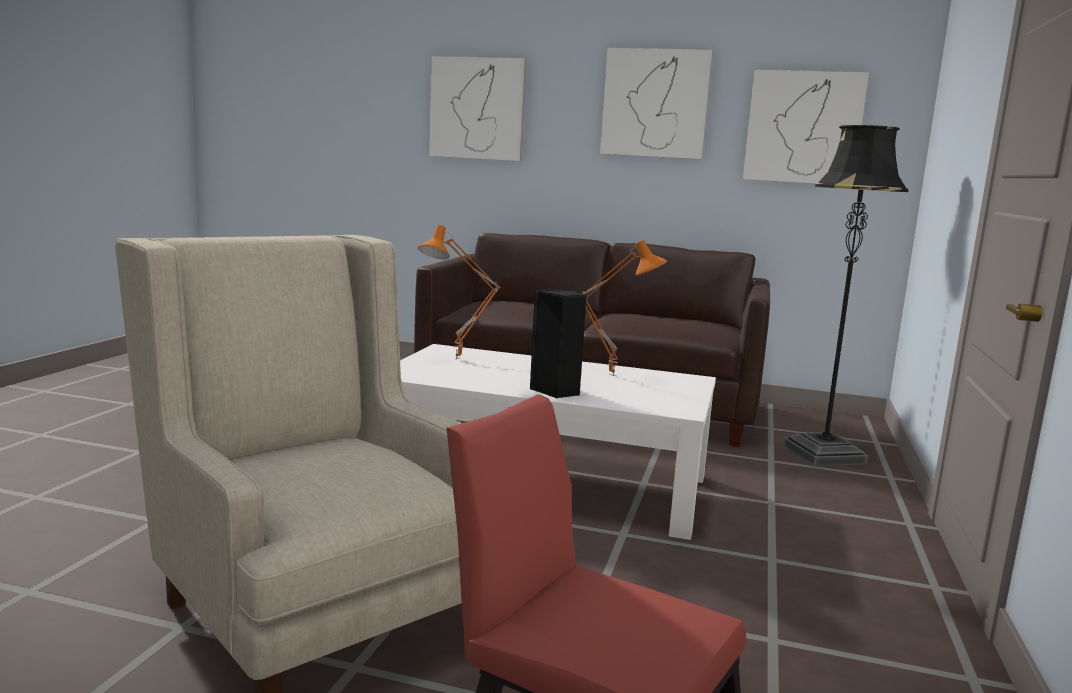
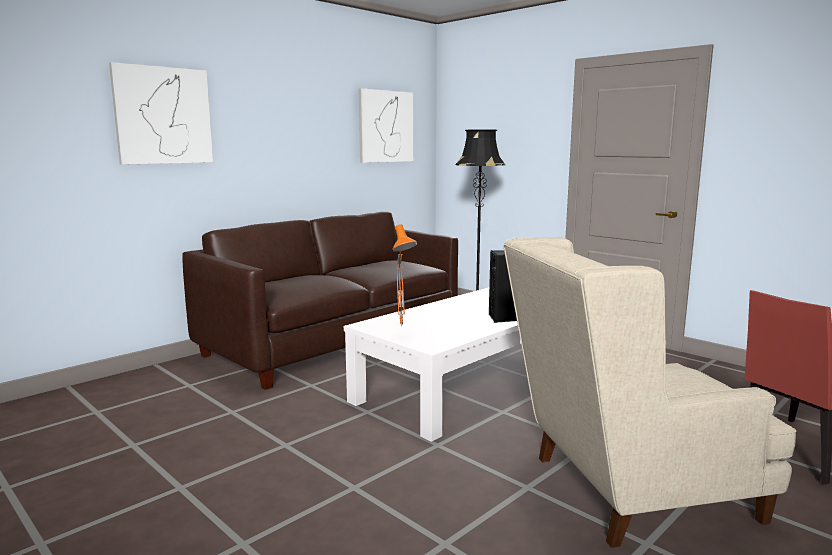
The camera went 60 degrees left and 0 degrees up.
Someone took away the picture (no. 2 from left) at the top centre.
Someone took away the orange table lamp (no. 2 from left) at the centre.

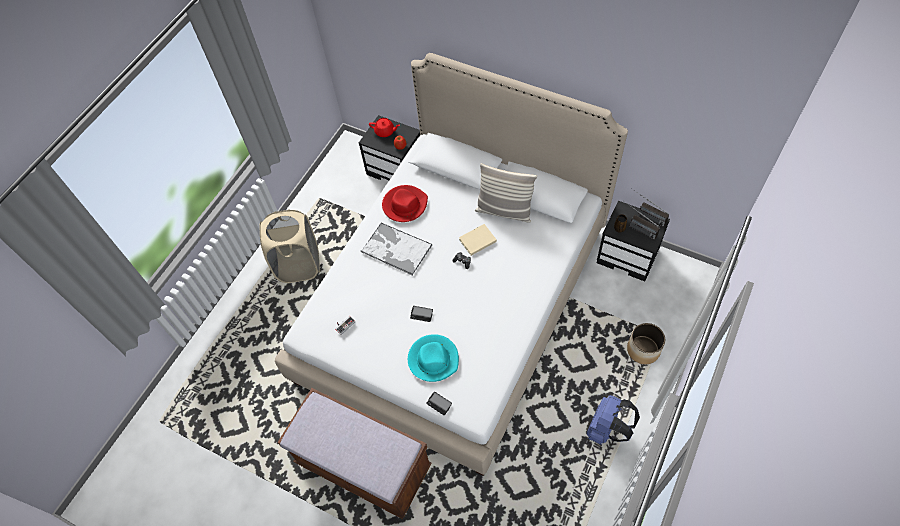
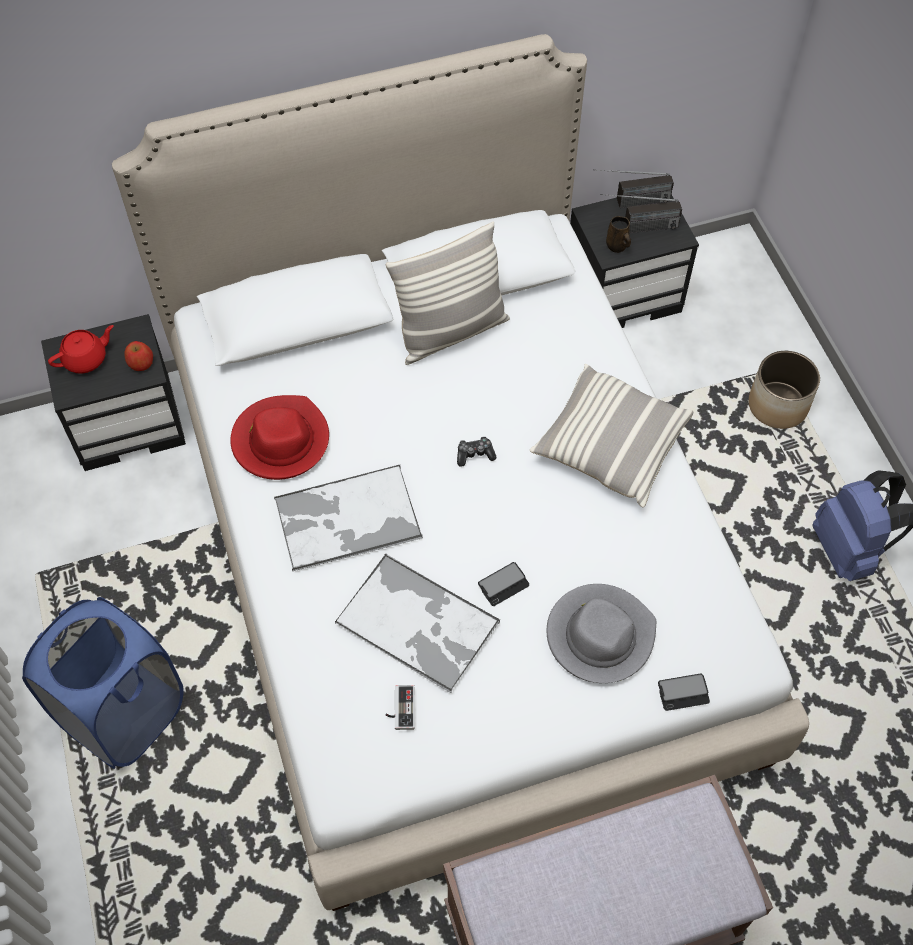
The camera went 50 degrees left and 0 degrees up.
Someone repainted the beige laundry basket at the middle left, which became the blue laundry basket at the bottom left.
Someone took away the beige book at the centre.
Someone repainted the turquoise hat at the bottom centre, which became the grey hat at the bottom centre.
Someone put down the pillow (no. 2 from left) at the middle right.
Someone put down the tray (no. 2 from left) at the centre.

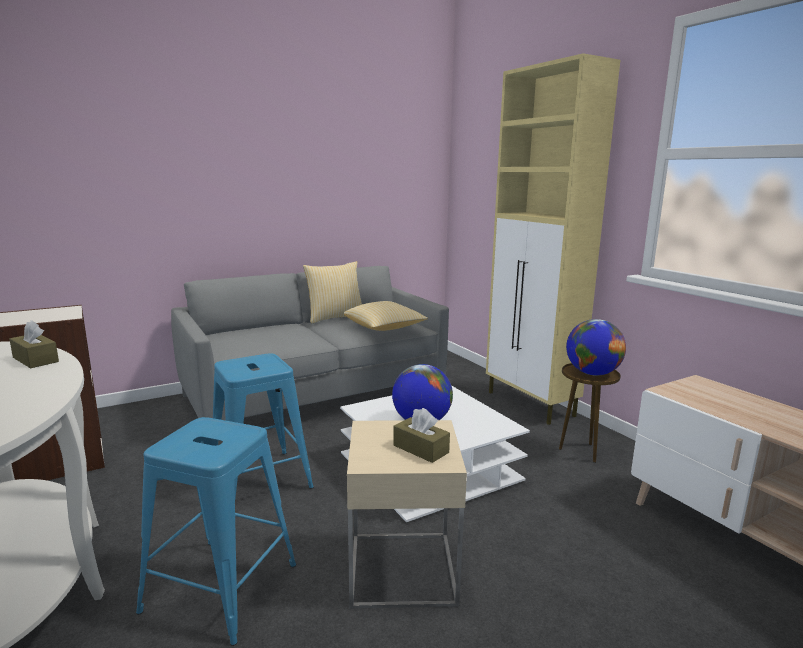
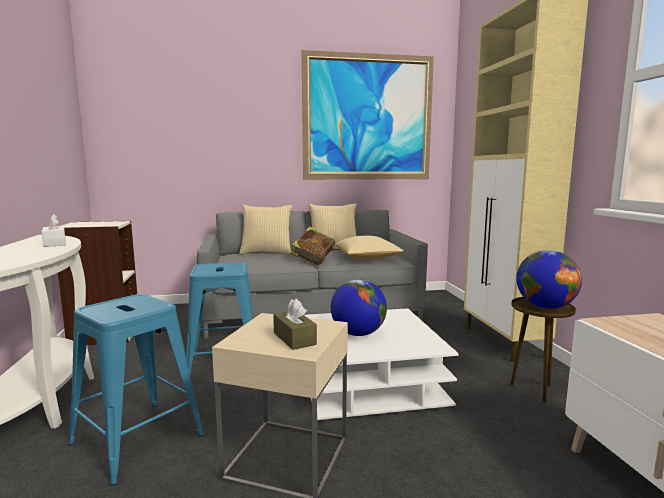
The camera went 20 degrees right and 5 degrees down.
Someone repainted the brown tissue box (no. 1 from left) at the middle left, which became the white tissue box at the middle left.
Someone put up the picture at the top centre.
Someone put down the pillow (no. 1 from left) at the centre.
Someone put down the book at the centre.

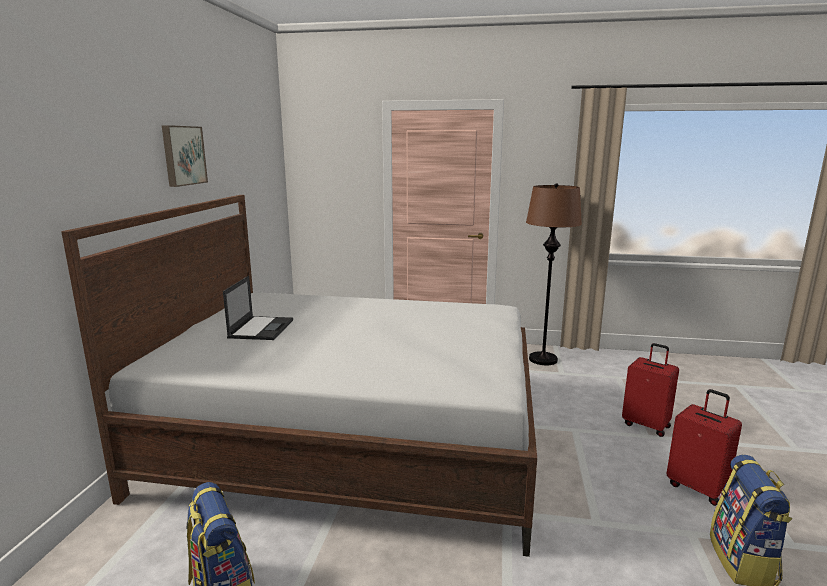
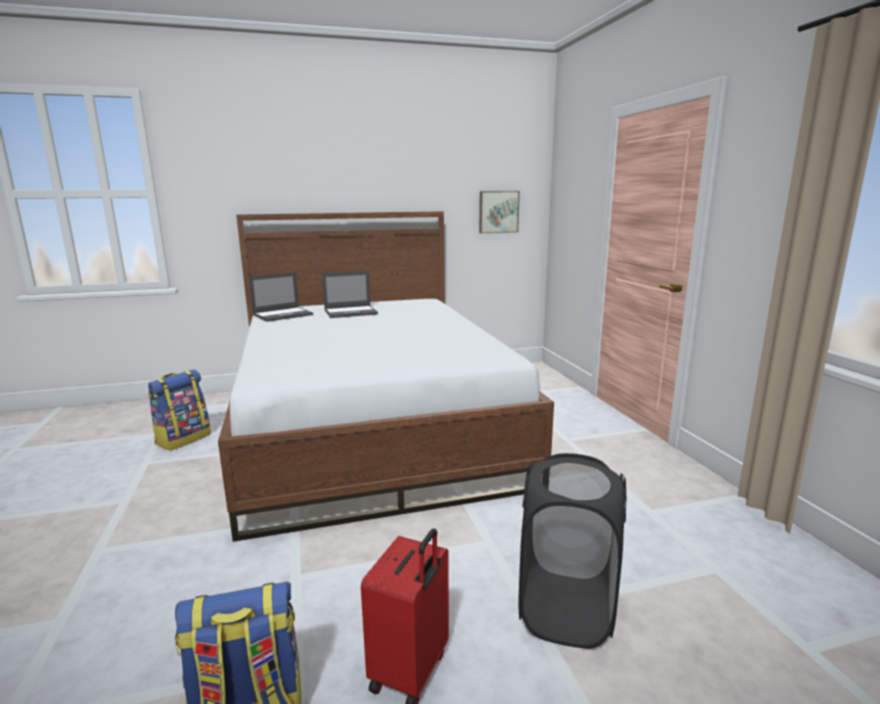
The camera went 65 degrees right and 0 degrees up.
Someone carried the picture from the top left to the top centre.
Someone took away the brown floor lamp at the middle right.
Someone swapped the red suitcase (no. 1 from left) at the middle right for the black laundry basket at the bottom centre.
Someone put down the laptop (no. 1 from left) at the middle left.

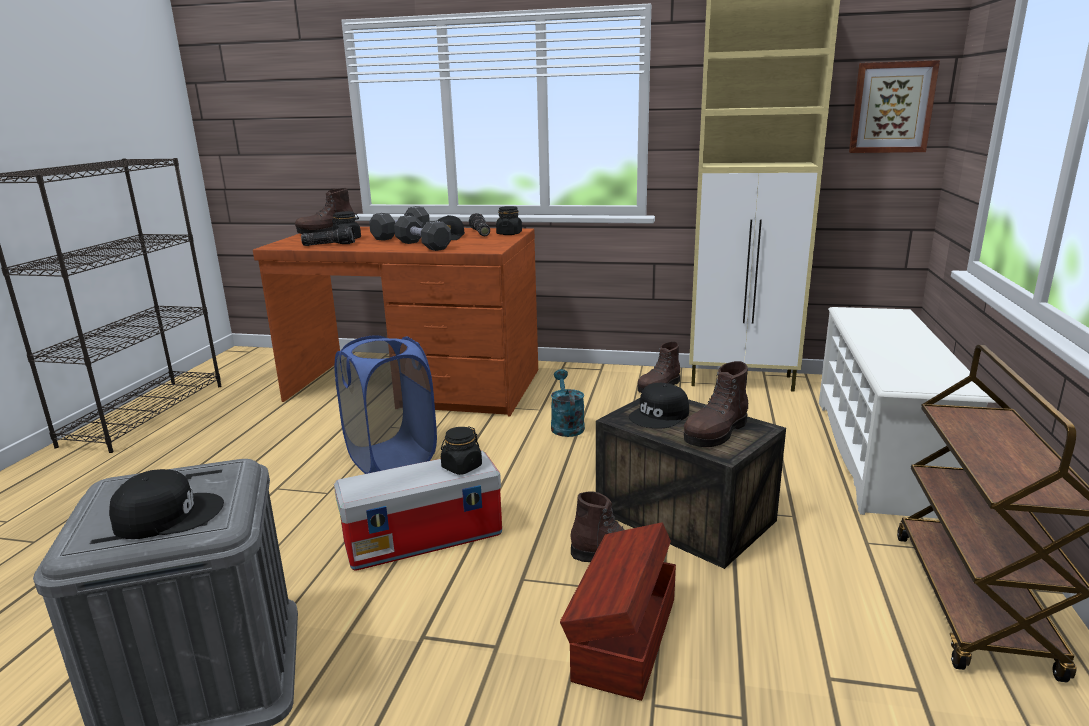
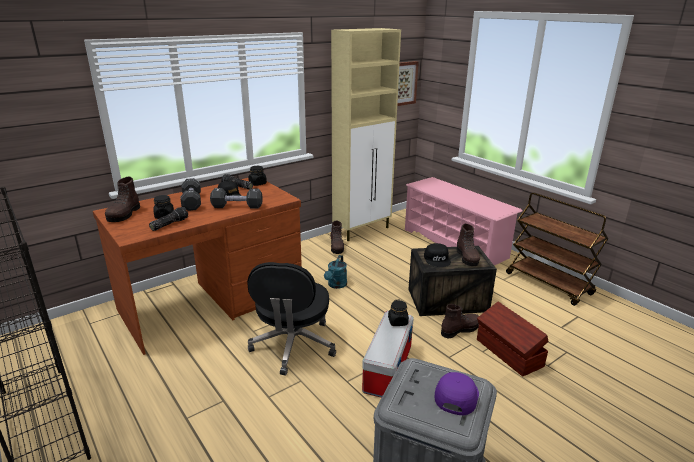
The camera went 50 degrees left and 5 degrees up.
Someone repainted the white shoe rack at the middle right, which became the pink shoe rack at the middle right.
Someone swapped the blue laundry basket at the centre for the black office chair at the bottom centre.
Someone rotated the turquoise watering can at the centre by 105 degrees counterclockwise.
Someone repainted the black cap (no. 1 from left) at the bottom left, which became the purple cap at the bottom centre.

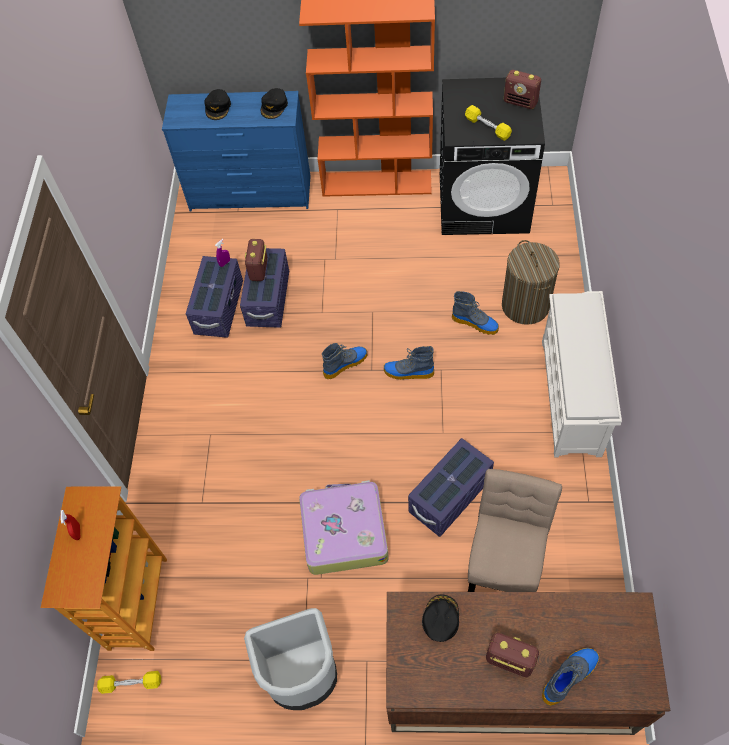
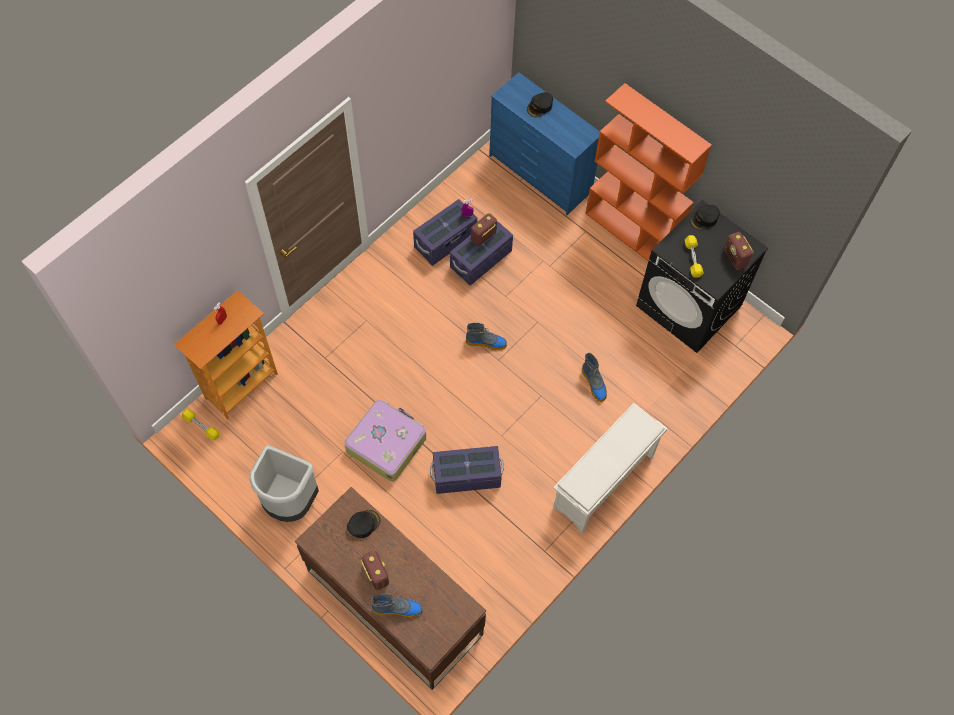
The camera went 35 degrees right and 5 degrees up.
Someone carried the black cap (no. 2 from left in the first image) from the top centre to the top right.
Someone took away the laundry basket at the middle right.
Someone took away the boot (no. 2 from left) at the centre.
Someone took away the beige chair at the bottom right.

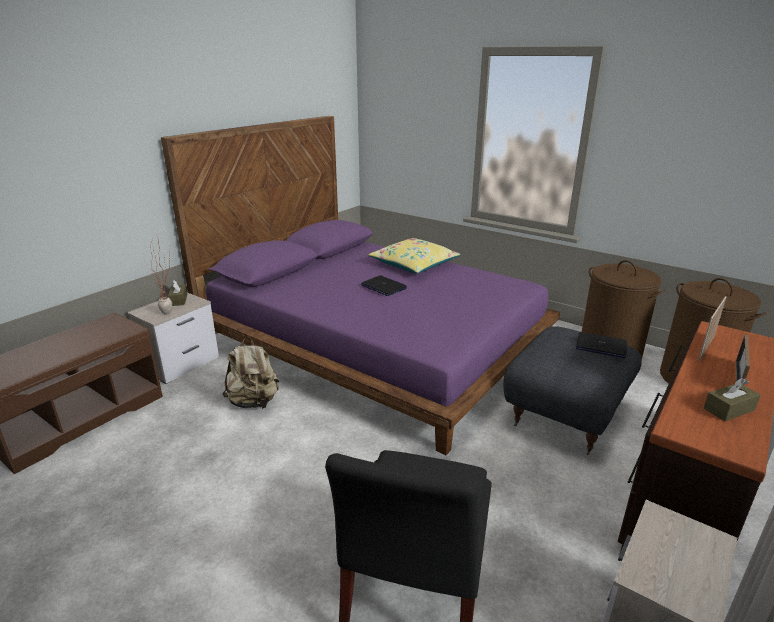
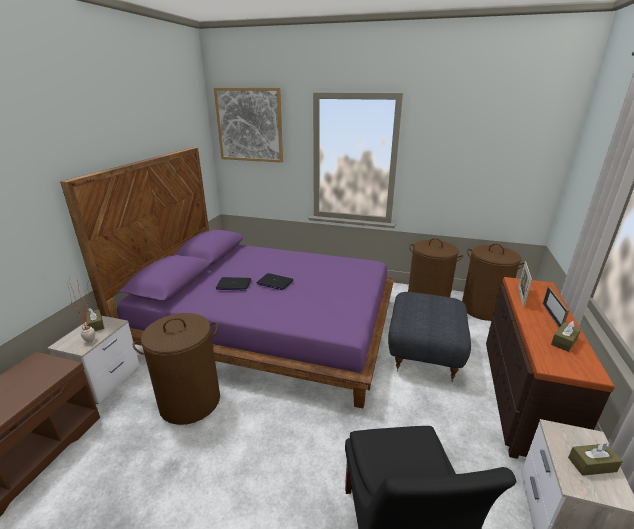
The camera went 20 degrees left and 0 degrees up.
Someone took away the yellow pillow at the centre.
Someone carried the laptop (no. 2 from left in the first image) from the middle right to the centre.
Someone swapped the beige backpack at the middle left for the brown laundry basket (no. 1 from left) at the bottom left.
Someone put up the picture at the top centre.
Someone put down the brown tissue box (no. 3 from left) at the bottom right.

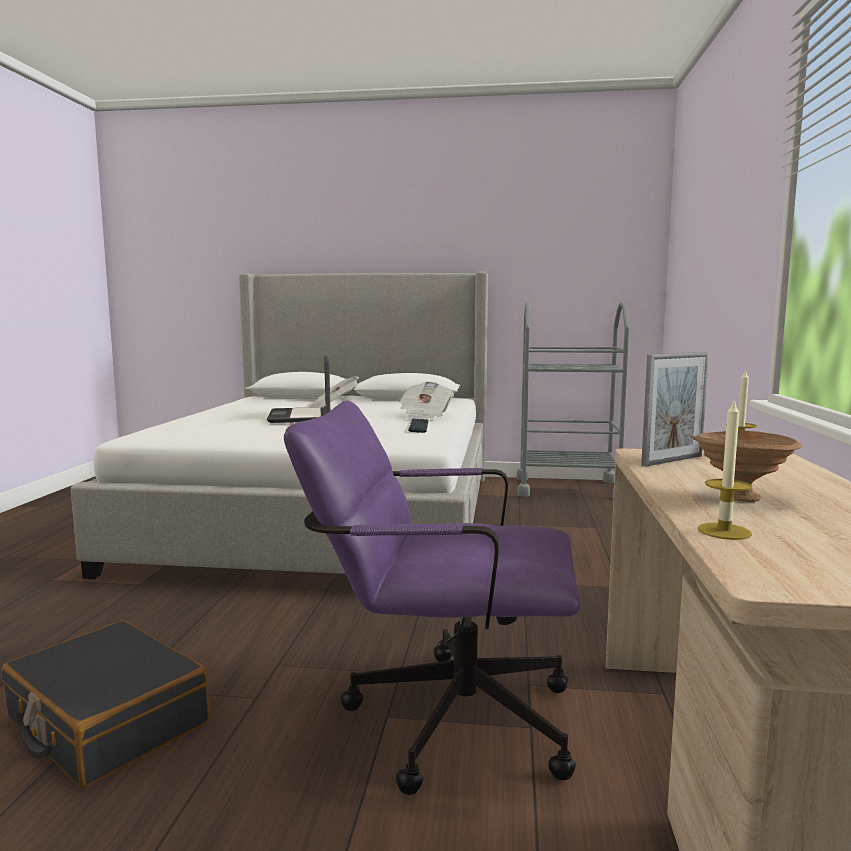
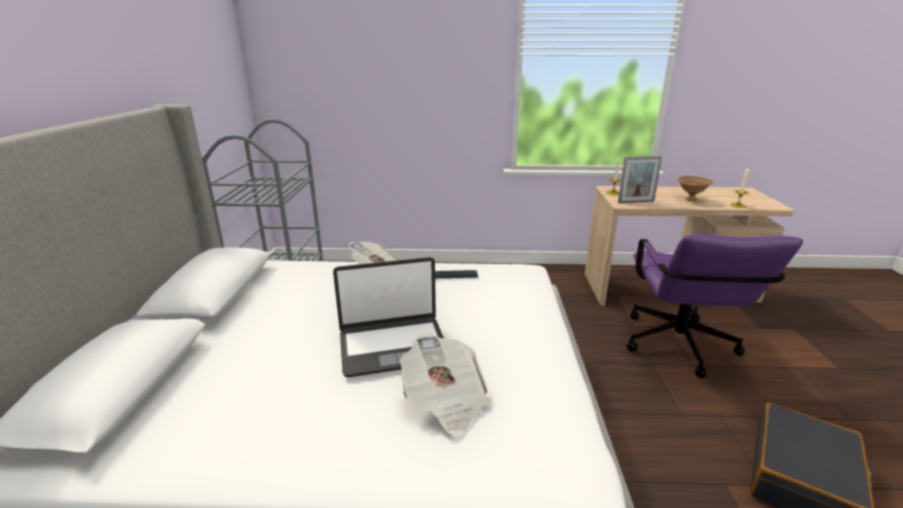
The camera went 95 degrees left and 15 degrees up.
Someone rotated the picture frame at the middle right by 120 degrees clockwise.
Someone carried the newspaper (no. 1 from left in the first image) from the centre to the bottom centre.

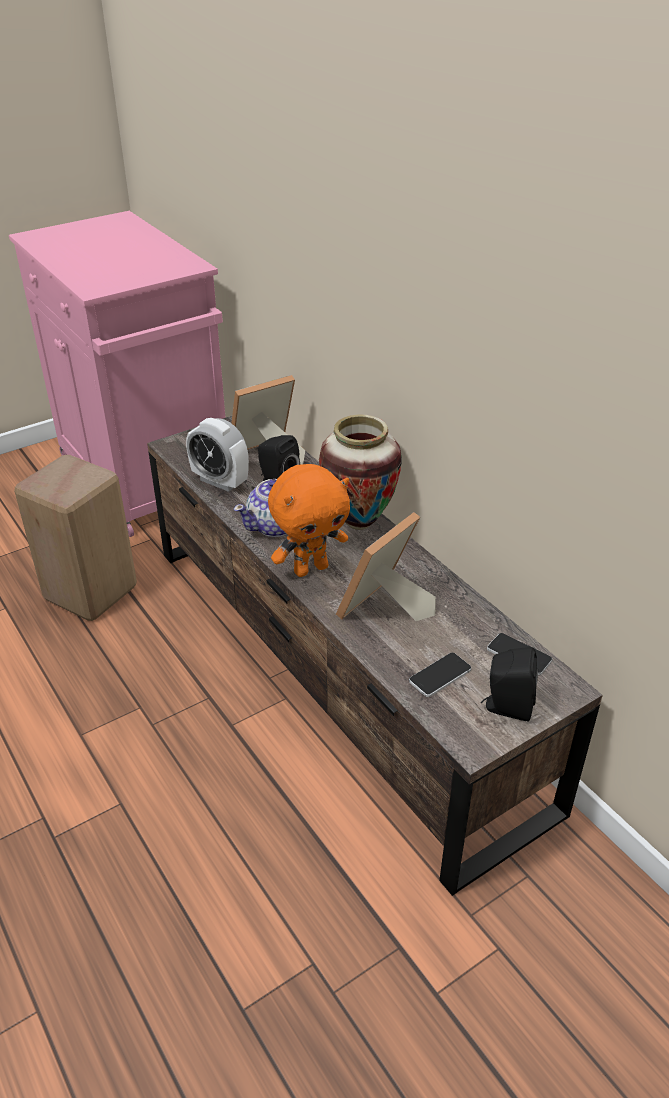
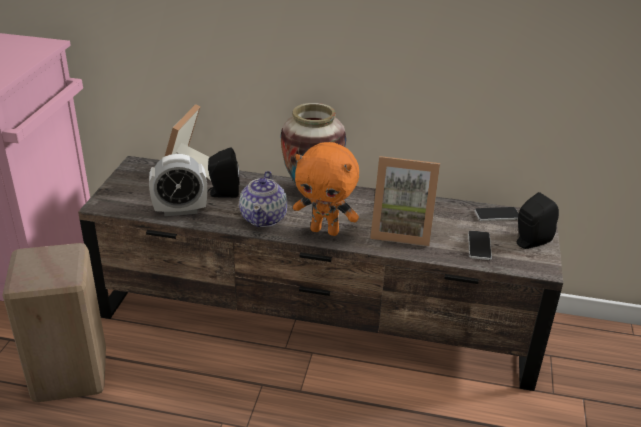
The camera went 45 degrees left and 5 degrees down.
Someone rotated the orange plush toy at the centre by 90 degrees clockwise.
Someone rotated the picture frame (no. 2 from left) at the centre by 75 degrees counterclockwise.

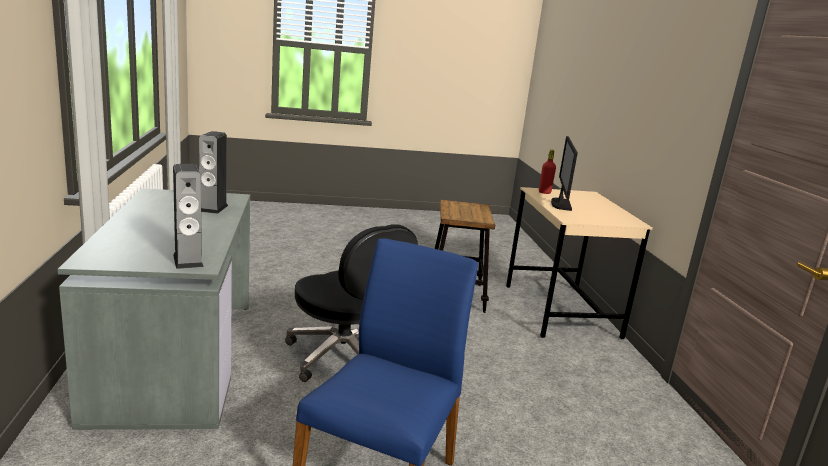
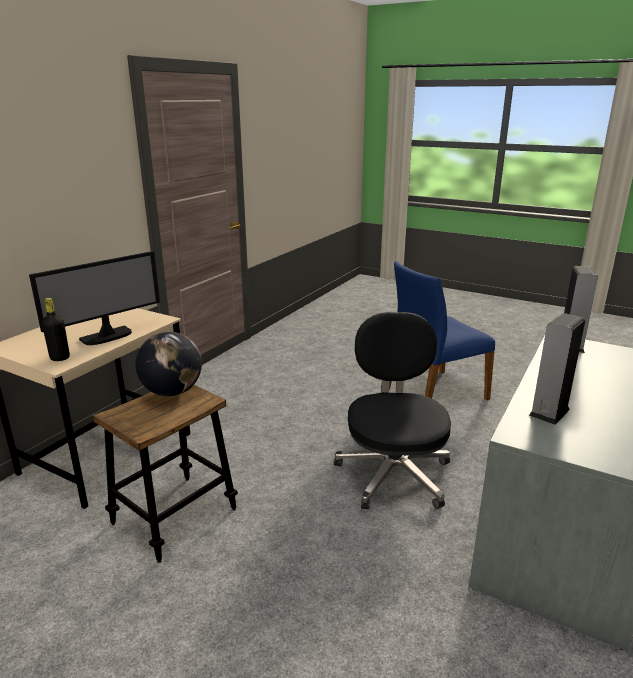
The camera went 140 degrees left and 5 degrees up.
Someone repainted the red bottle at the centre, which became the black bottle at the middle left.
Someone put down the globe at the middle left.

